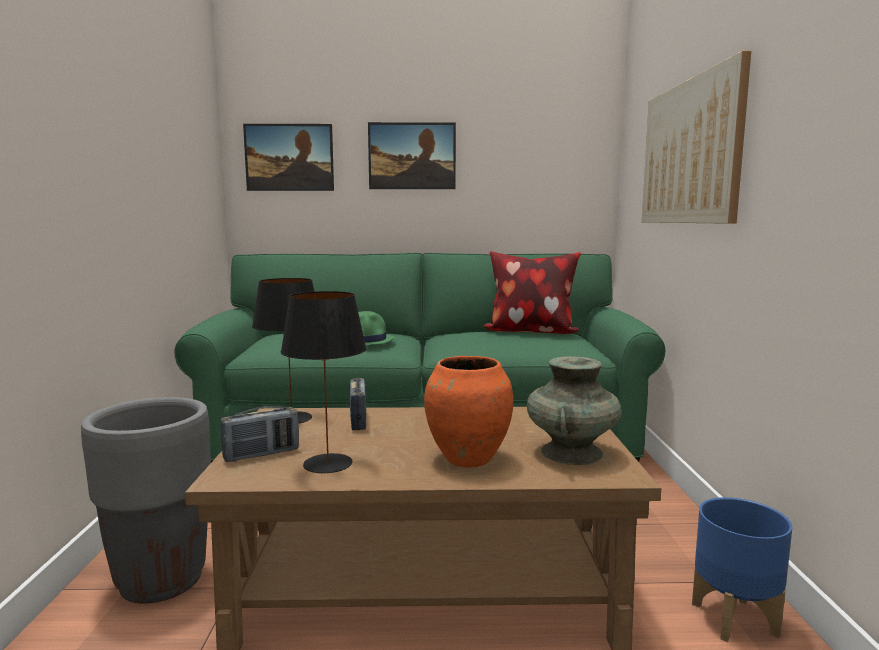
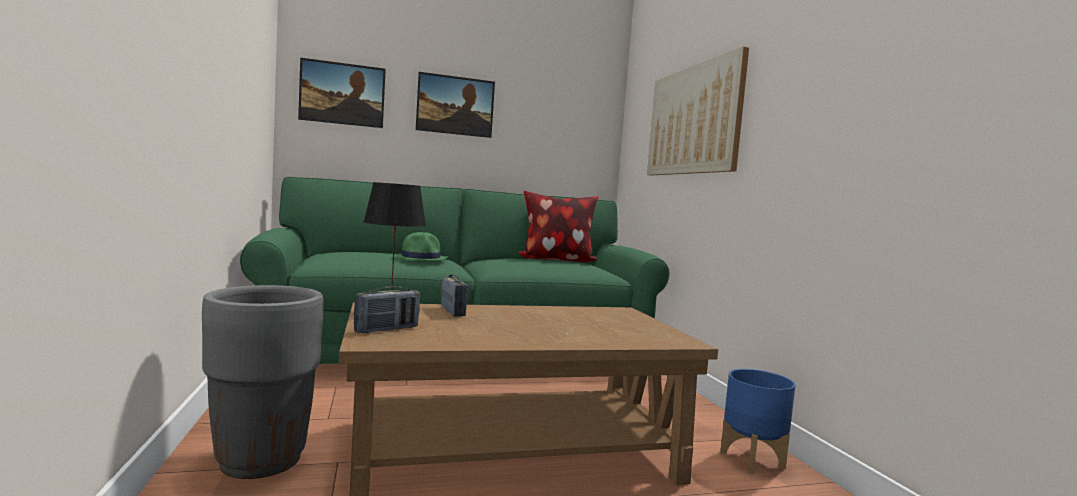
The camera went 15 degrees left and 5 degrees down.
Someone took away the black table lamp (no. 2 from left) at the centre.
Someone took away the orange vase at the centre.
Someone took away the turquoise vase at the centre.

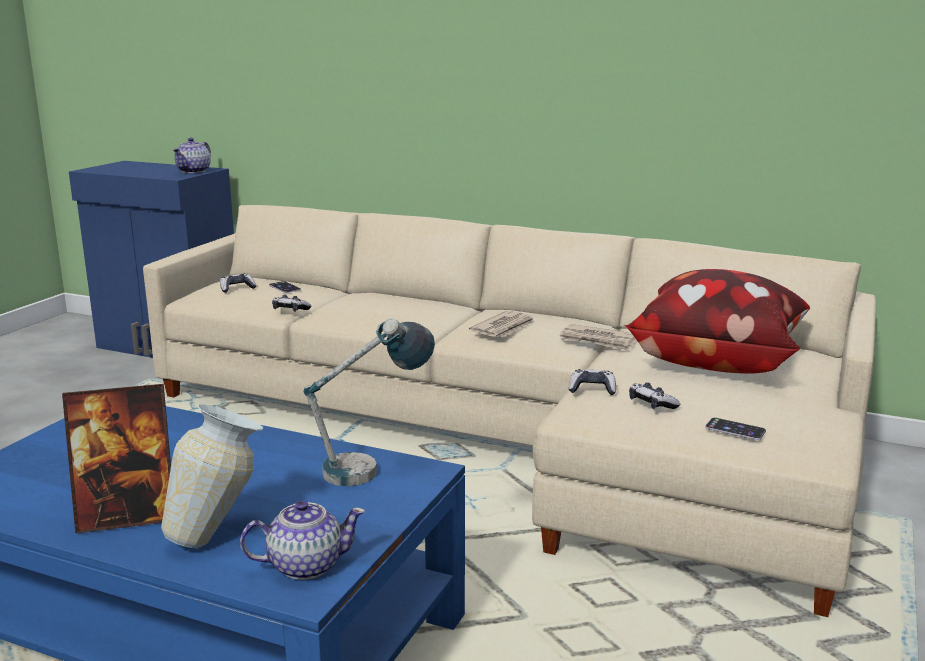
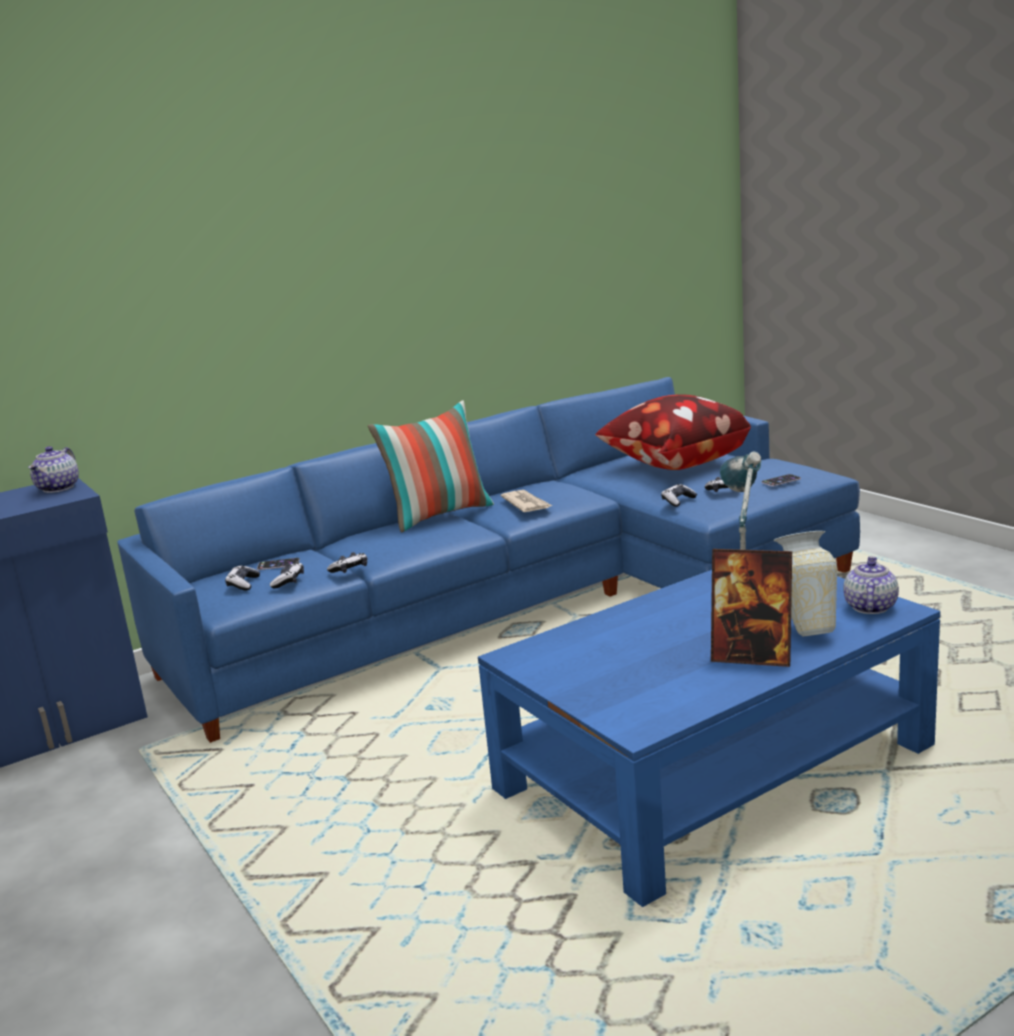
The camera went 55 degrees left and 0 degrees up.
Someone rotated the teapot (no. 1 from left) at the top left by 45 degrees clockwise.
Someone repainted the beige sofa at the centre, which became the blue sofa at the centre.
Someone took away the newspaper (no. 2 from left) at the centre.
Someone rotated the picture frame at the bottom left by 90 degrees clockwise.
Someone put down the pillow (no. 1 from left) at the centre.
Someone put down the game controller (no. 2 from left) at the middle left.

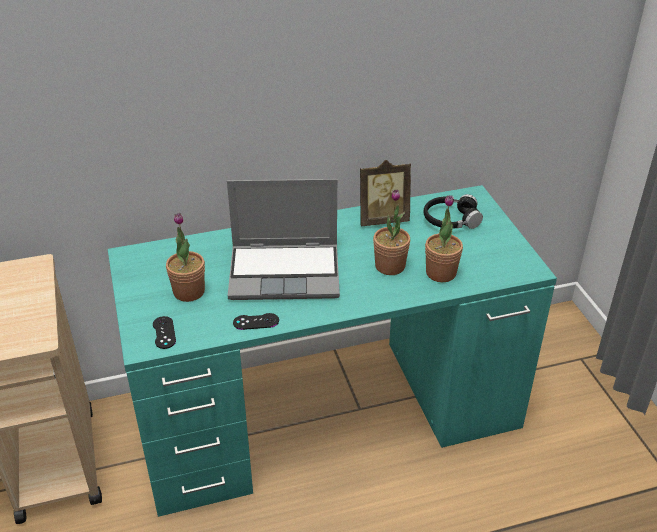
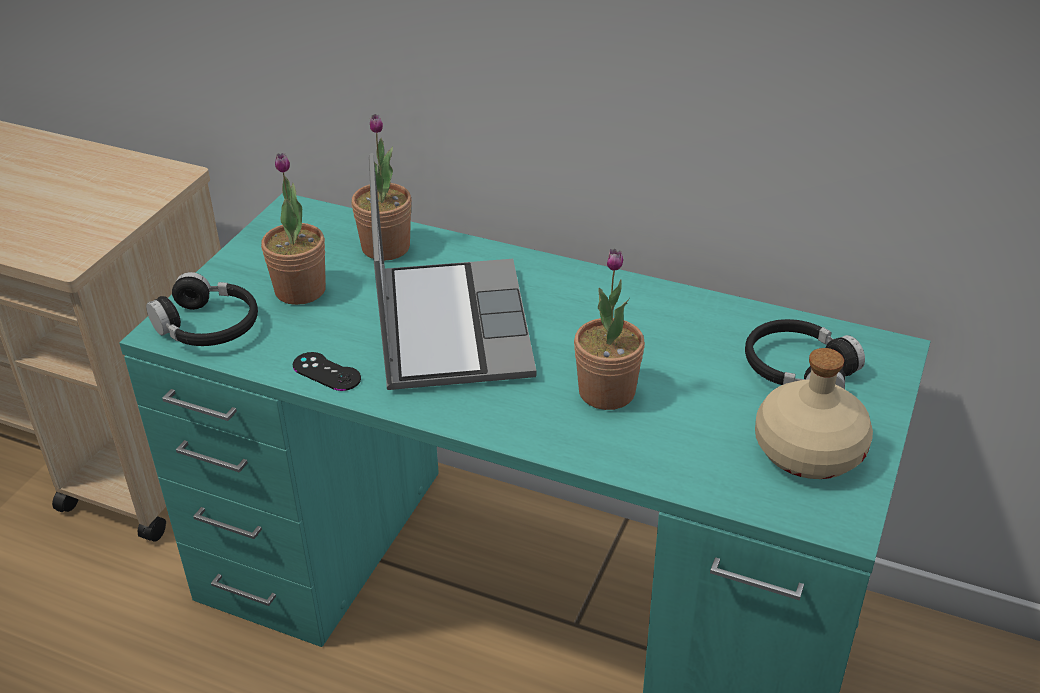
The camera went 40 degrees right and 0 degrees up.
Someone took away the picture frame at the centre.
Someone rotated the laptop at the centre by 135 degrees counterclockwise.
Someone carried the potted plant (no. 3 from left in the first image) from the middle right to the top centre.
Someone swapped the black game controller (no. 1 from left) at the middle left for the black headphones (no. 1 from left) at the middle left.
Someone put down the beige bottle at the middle right.

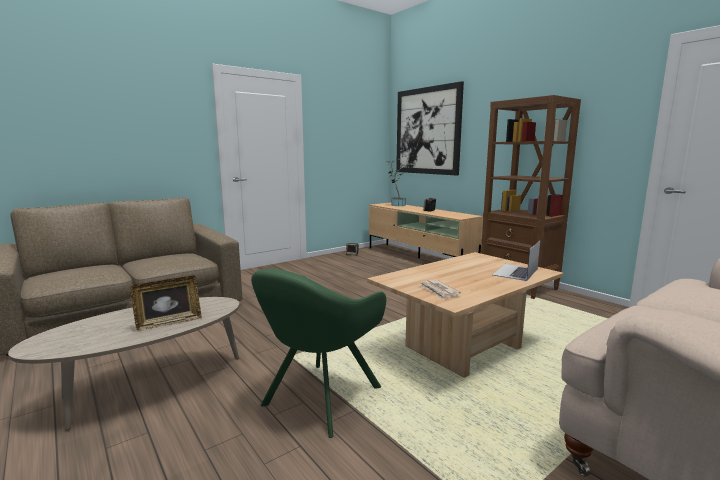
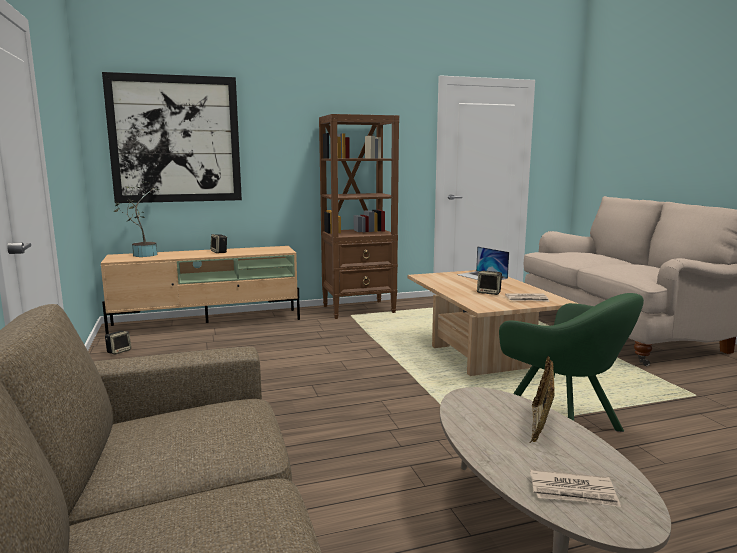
The camera went 70 degrees left and 0 degrees up.
Someone rotated the picture frame at the middle left by 150 degrees counterclockwise.
Someone put down the speaker (no. 3 from left) at the centre.
Someone put down the newspaper (no. 2 from left) at the bottom right.

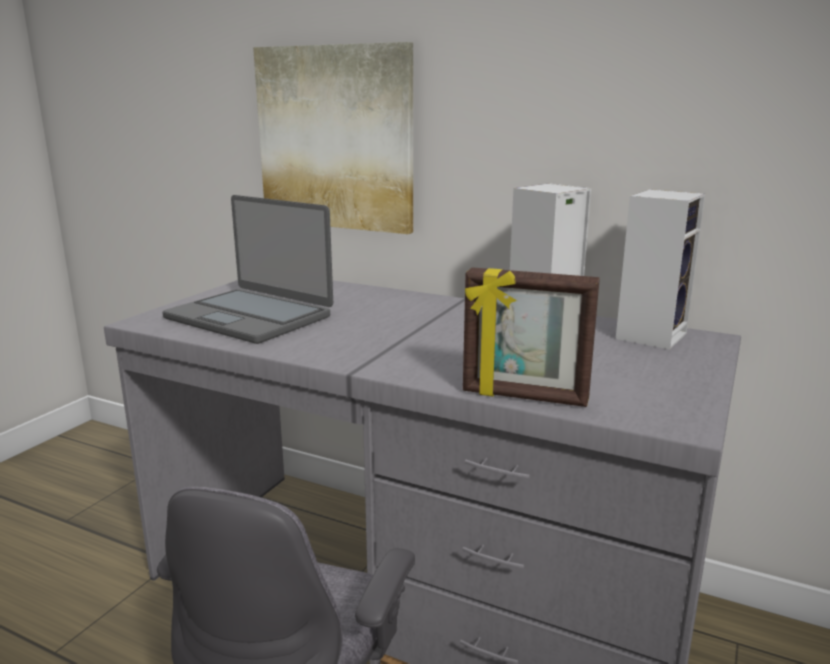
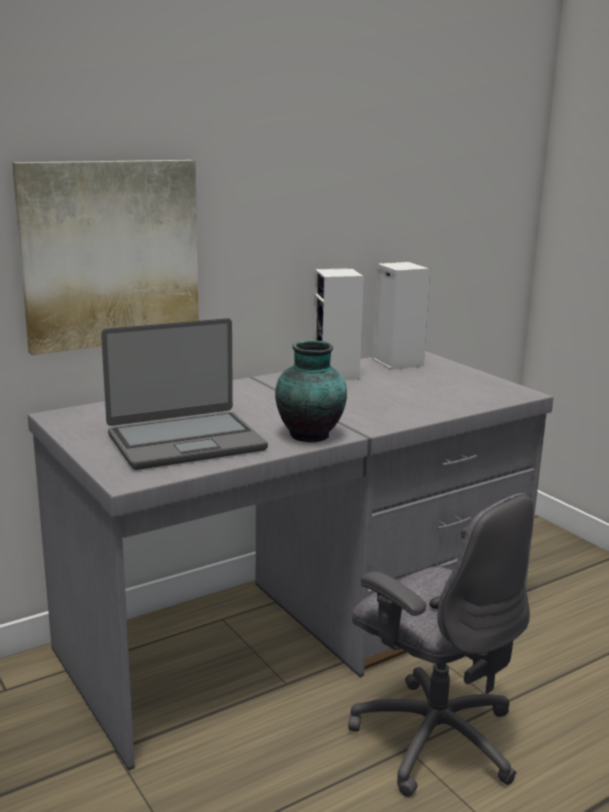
The camera went 60 degrees left and 0 degrees up.
Someone took away the picture frame at the centre.
Someone put down the vase at the centre.

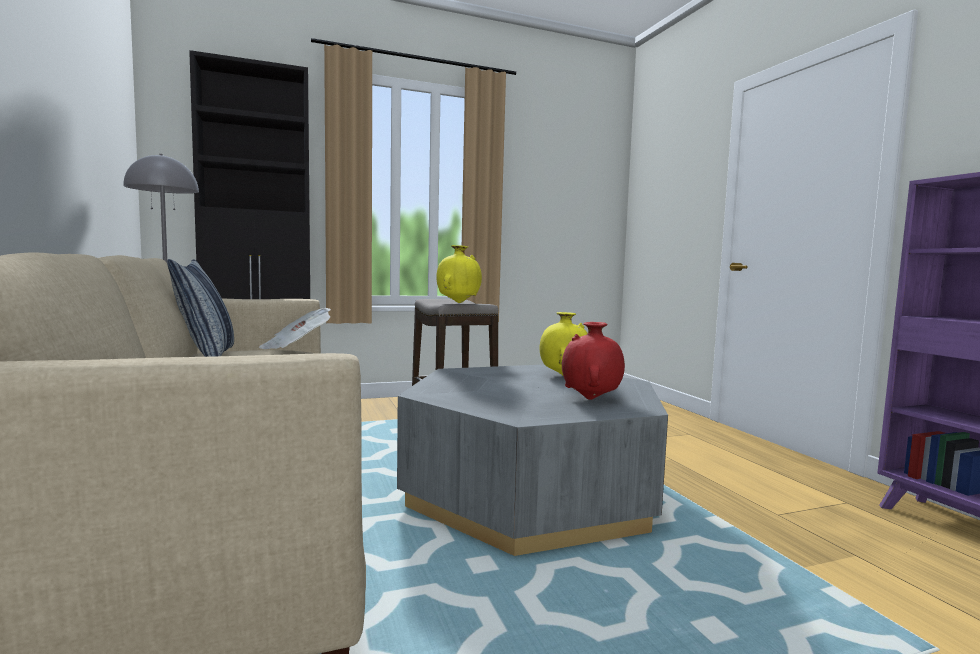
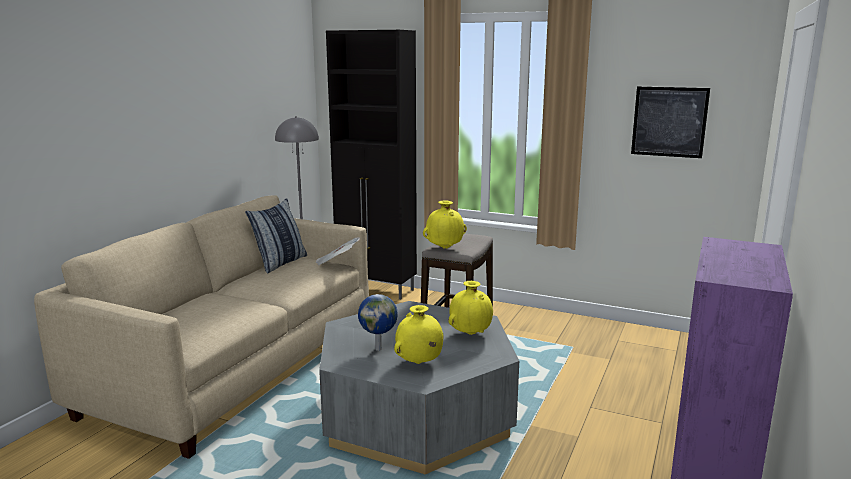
The camera went 45 degrees right and 10 degrees up.
Someone repainted the red vase at the centre, which became the yellow vase (no. 1 from left) at the bottom centre.
Someone put up the picture at the top right.
Someone put down the globe at the bottom centre.

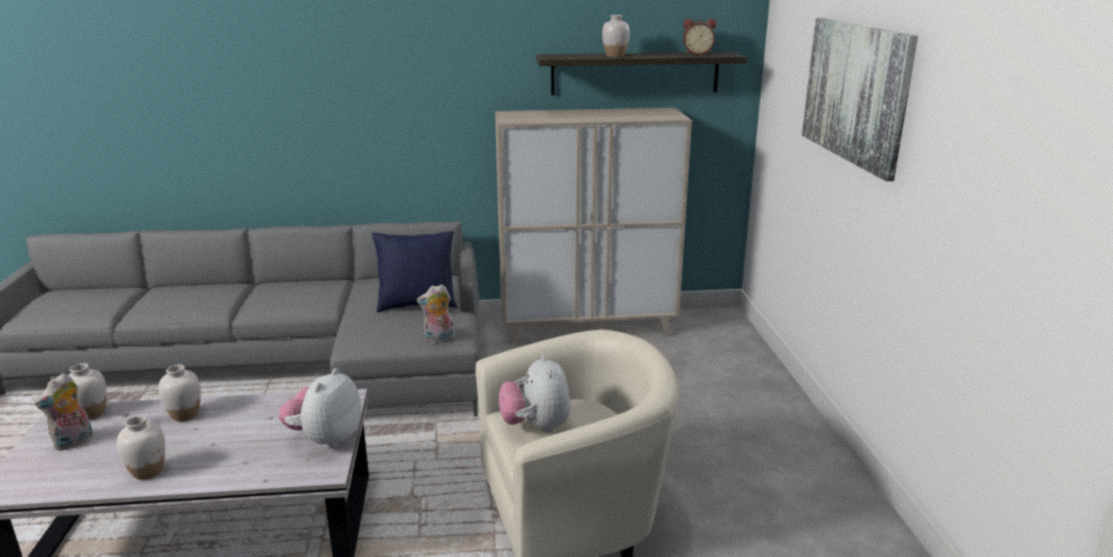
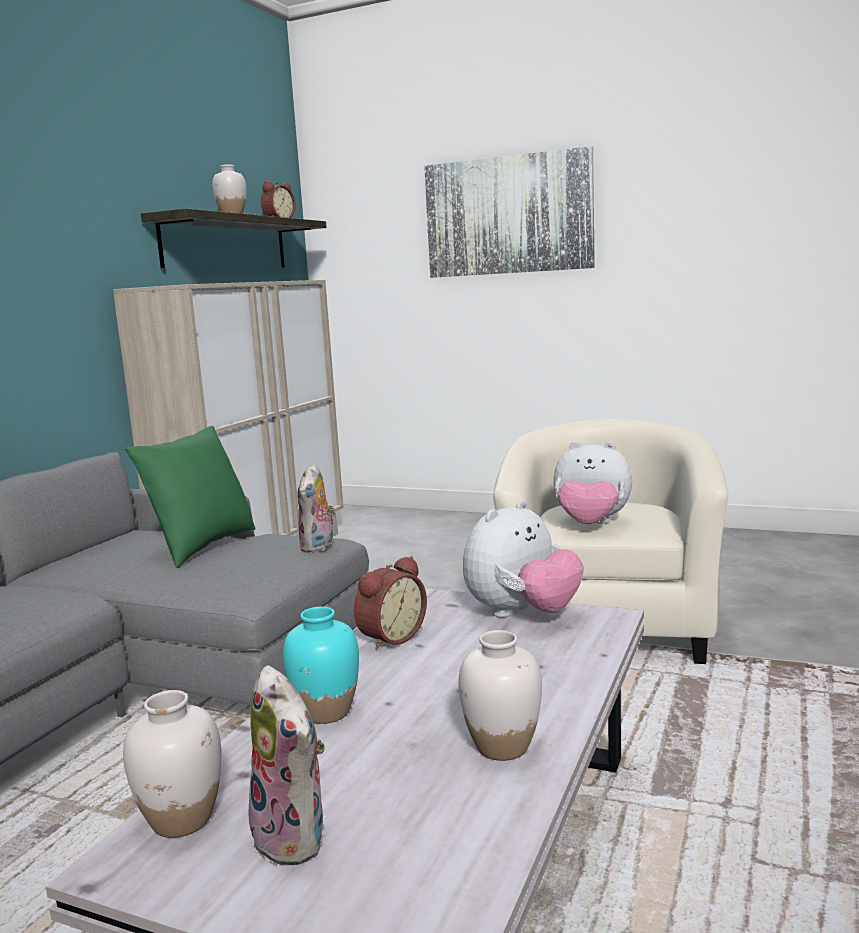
The camera went 60 degrees left and 10 degrees down.
Someone repainted the blue pillow at the centre, which became the green pillow at the middle left.
Someone repainted the white vase (no. 3 from left) at the bottom left, which became the turquoise vase at the bottom centre.
Someone rotated the plush toy (no. 2 from left in the first image) at the bottom left by 90 degrees counterclockwise.
Someone put down the alarm clock (no. 2 from left) at the centre.

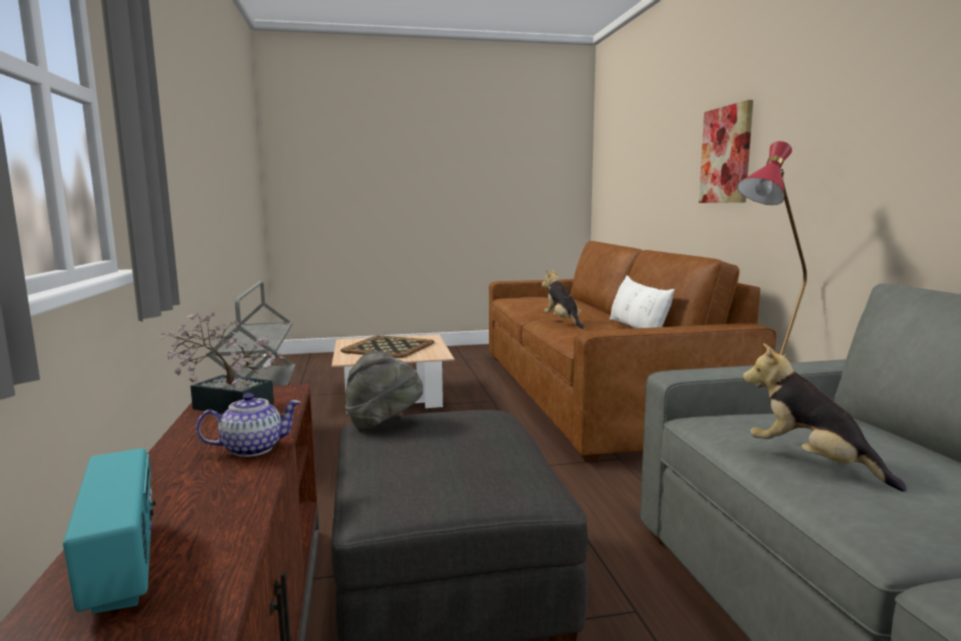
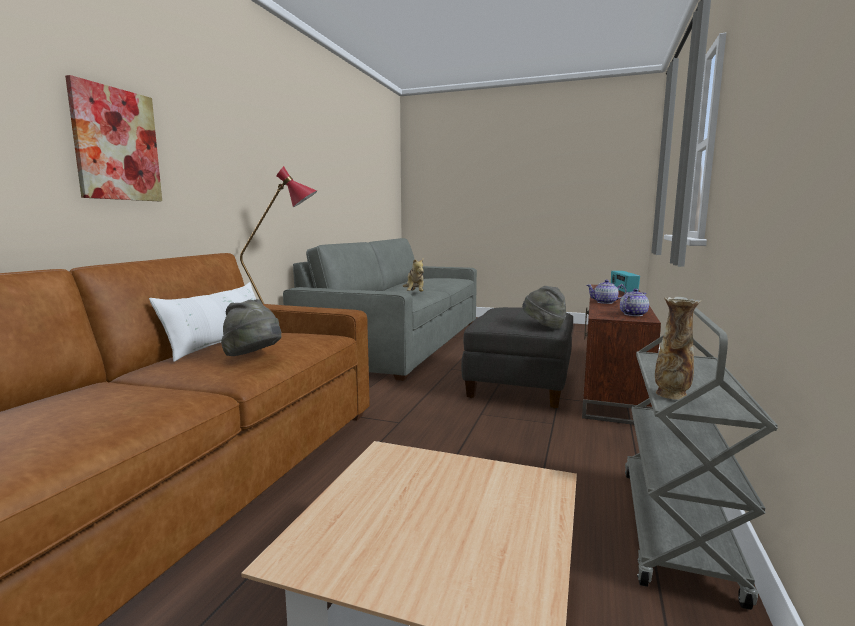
The camera went 150 degrees left and 0 degrees up.
Someone swapped the plush toy (no. 1 from left) at the centre for the grey hat (no. 1 from left) at the middle left.
Someone swapped the potted plant at the middle left for the teapot (no. 2 from left) at the middle right.
Someone took away the tray at the centre.
Someone put down the vase at the middle right.

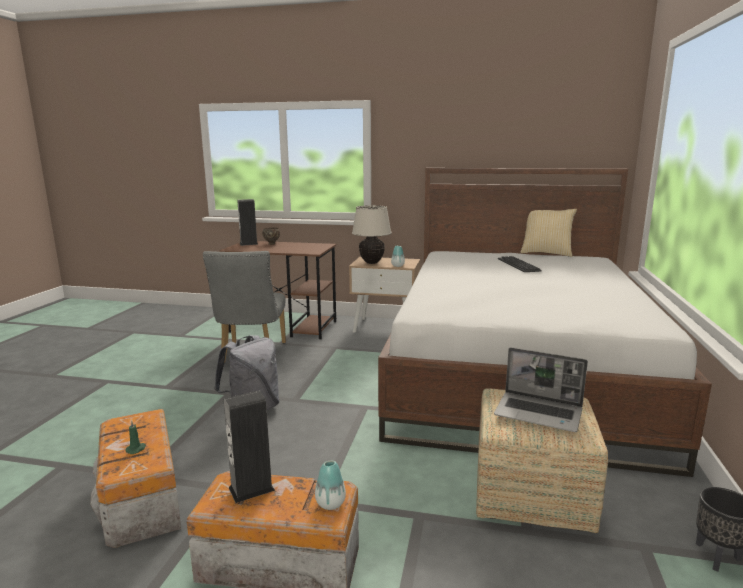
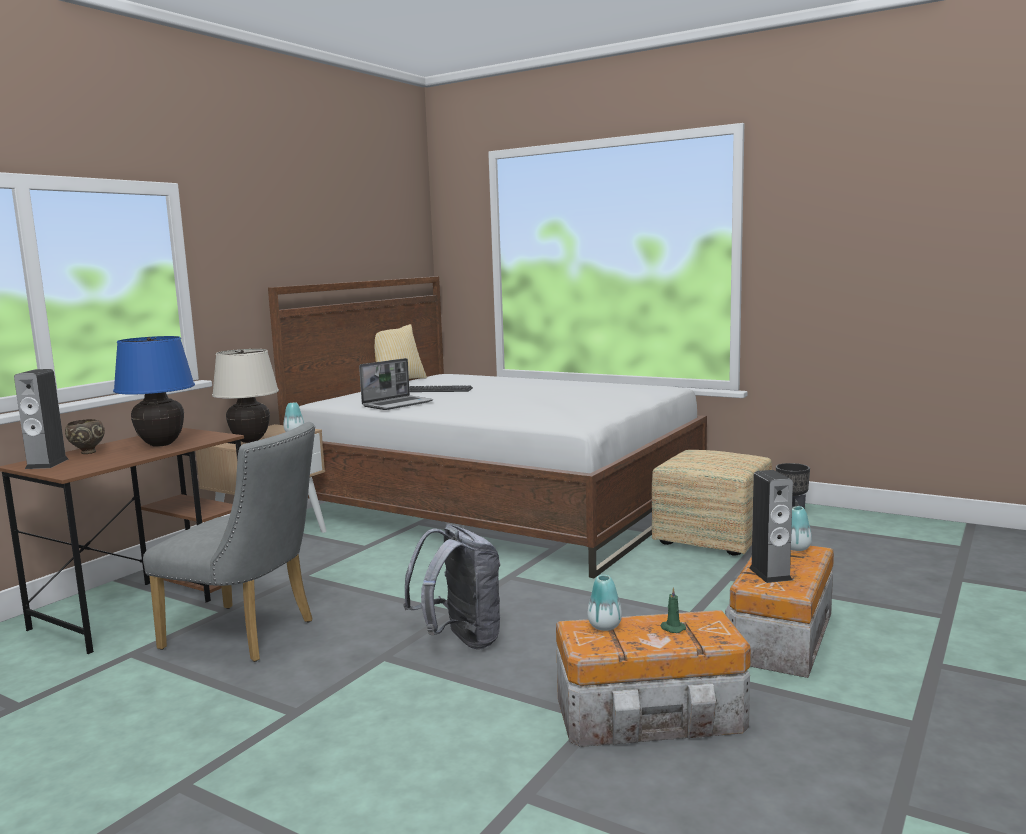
The camera went 70 degrees left and 5 degrees down.
Someone carried the laptop from the middle right to the centre.
Someone put down the blue table lamp at the middle left.
Someone put down the vase (no. 2 from left) at the bottom centre.

